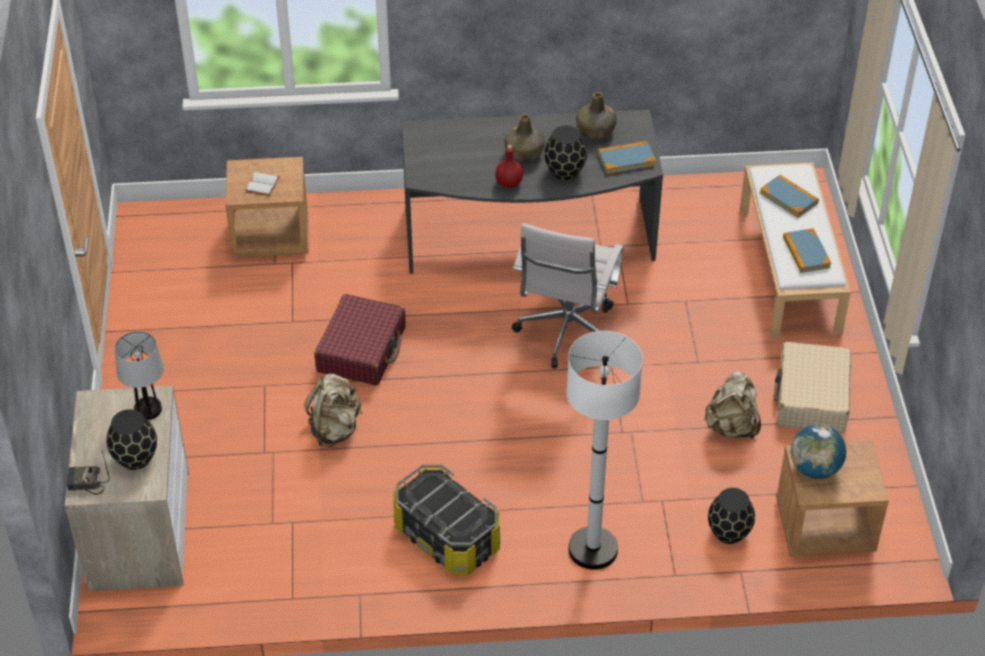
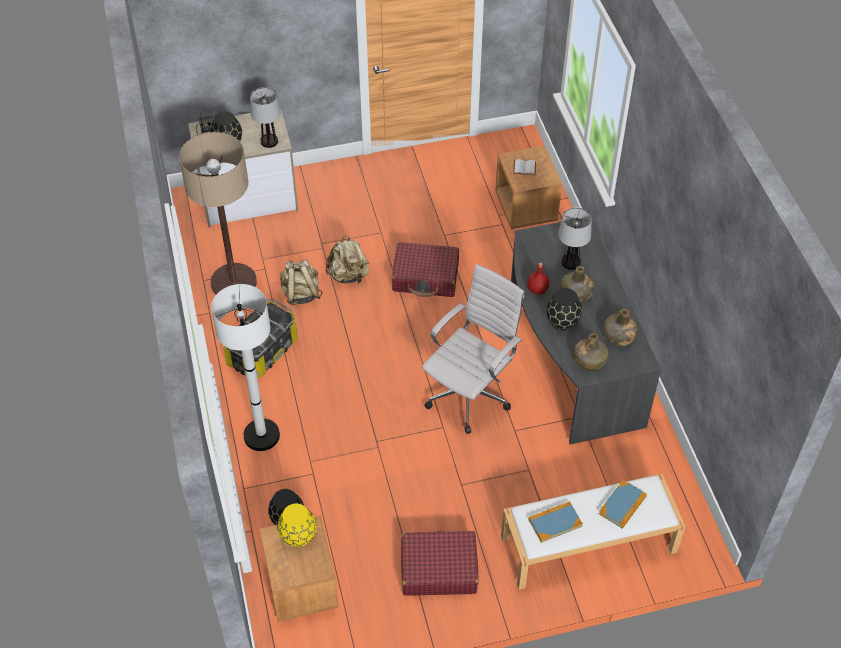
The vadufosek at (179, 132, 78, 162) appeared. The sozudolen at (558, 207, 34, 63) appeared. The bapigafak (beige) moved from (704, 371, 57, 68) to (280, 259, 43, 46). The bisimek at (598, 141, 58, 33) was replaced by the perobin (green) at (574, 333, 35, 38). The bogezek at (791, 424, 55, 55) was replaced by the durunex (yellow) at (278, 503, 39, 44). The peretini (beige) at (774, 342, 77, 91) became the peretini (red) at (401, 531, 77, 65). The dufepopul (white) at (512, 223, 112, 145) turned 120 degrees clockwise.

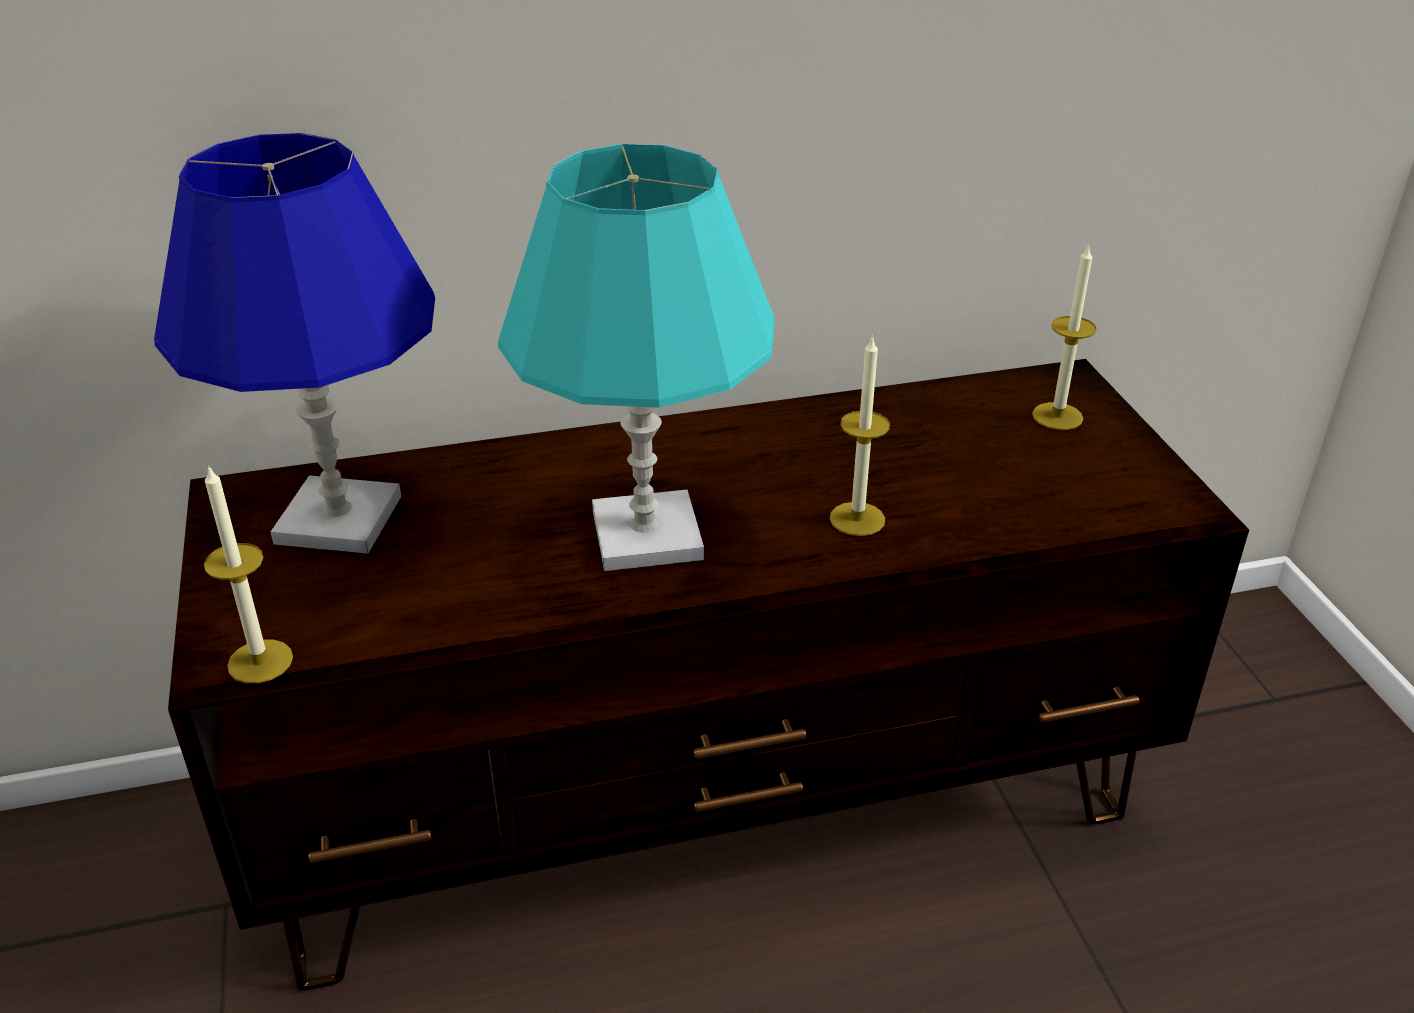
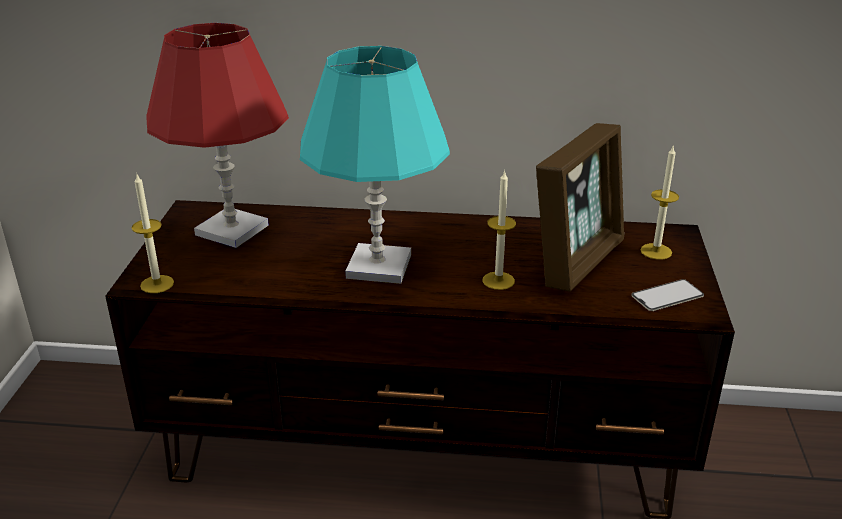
The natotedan at (536, 123, 88, 169) appeared. The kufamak at (631, 279, 73, 32) appeared. The sozudolen (blue) at (154, 133, 281, 421) became the sozudolen (red) at (146, 23, 143, 225).

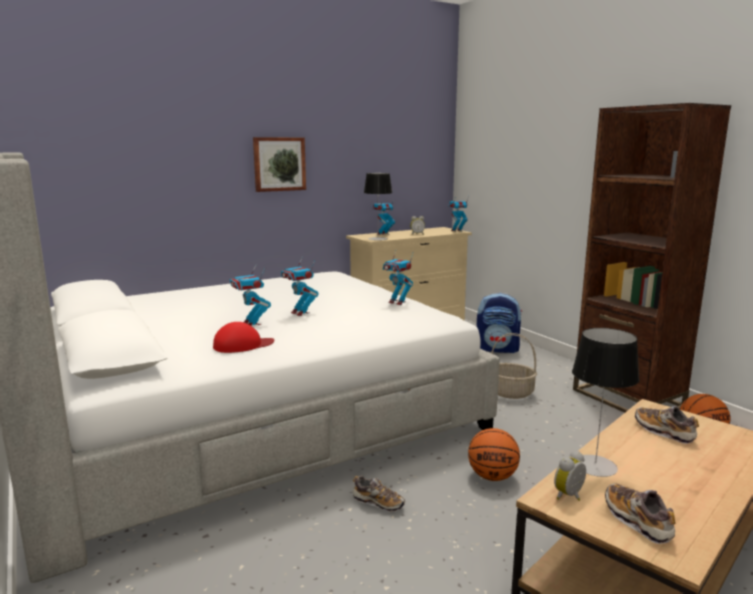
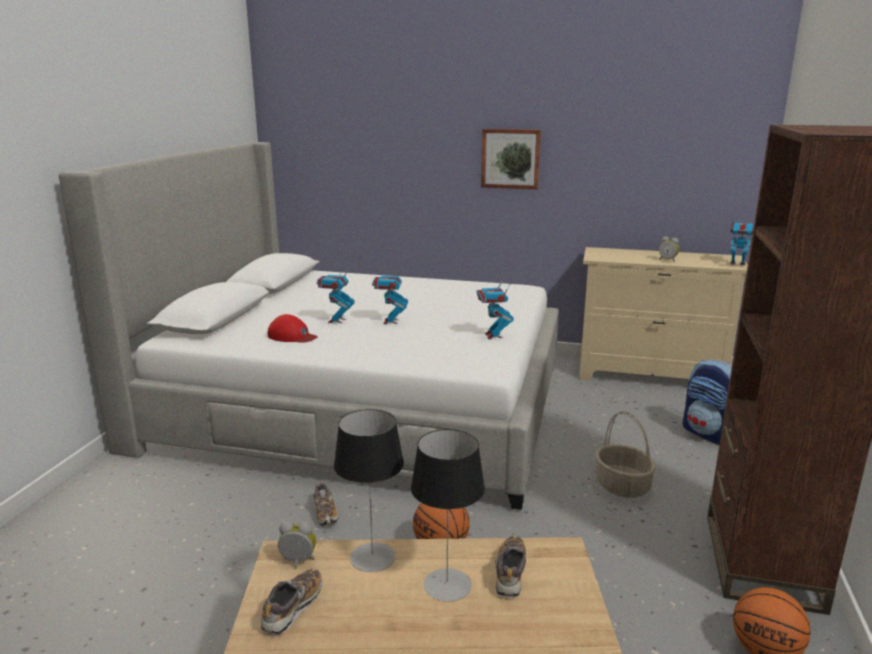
The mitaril at (372, 197, 23, 38) disappeared. The sozudolen moved from (364, 173, 28, 67) to (411, 429, 74, 173).

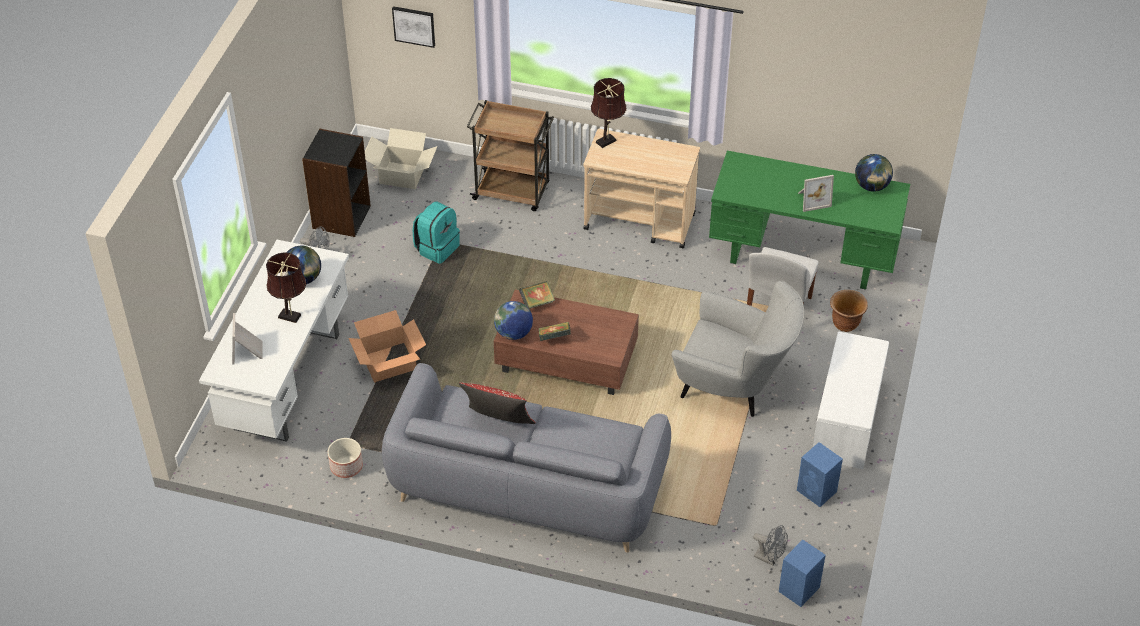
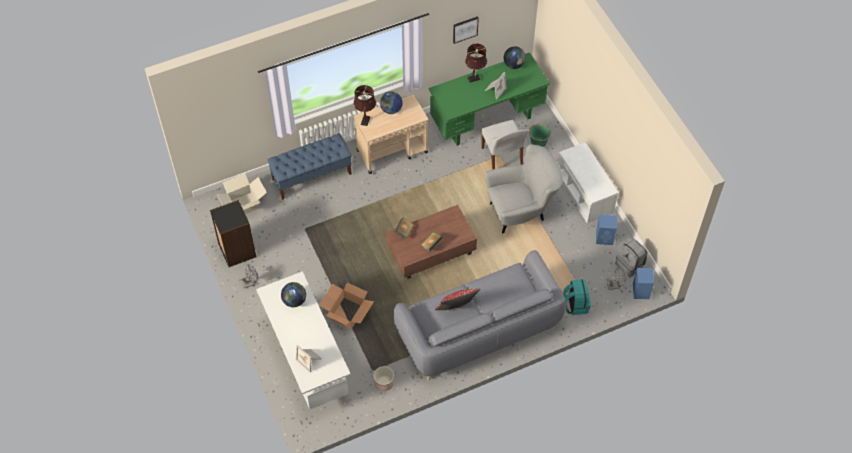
The bapigafak (grey) at (615, 239, 32, 38) appeared. The sozudolen (brown) moved from (266, 252, 40, 71) to (465, 43, 22, 40). The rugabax moved from (392, 6, 43, 42) to (453, 16, 26, 28). The bapigafak (turquoise) moved from (413, 201, 47, 63) to (563, 279, 28, 36). The bogezek moved from (494, 301, 39, 39) to (380, 91, 23, 23). The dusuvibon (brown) at (467, 100, 87, 111) was replaced by the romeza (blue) at (267, 133, 85, 67). The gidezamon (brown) at (830, 290, 38, 42) became the gidezamon (green) at (529, 124, 22, 23).

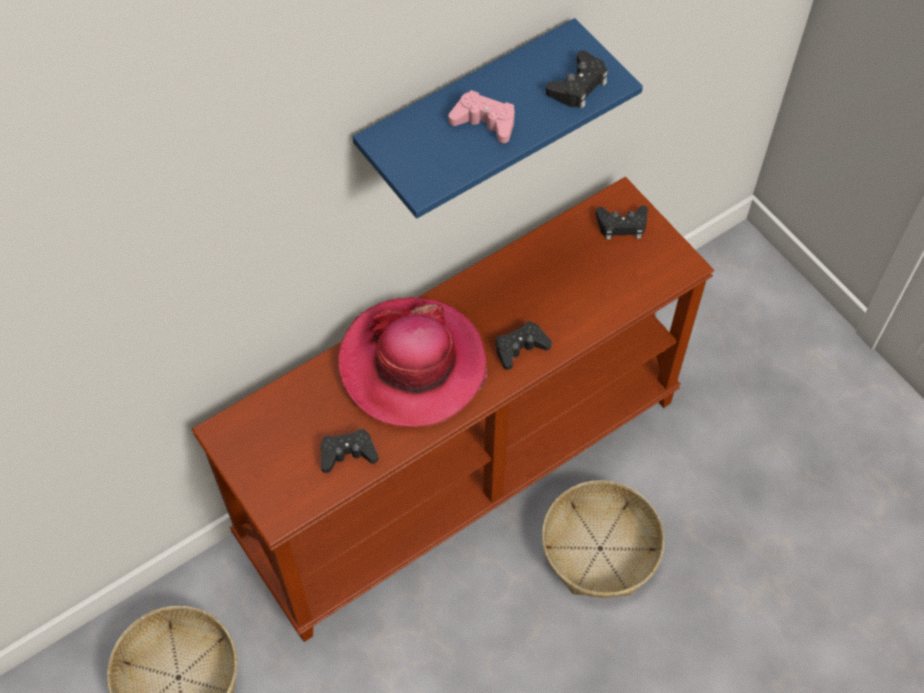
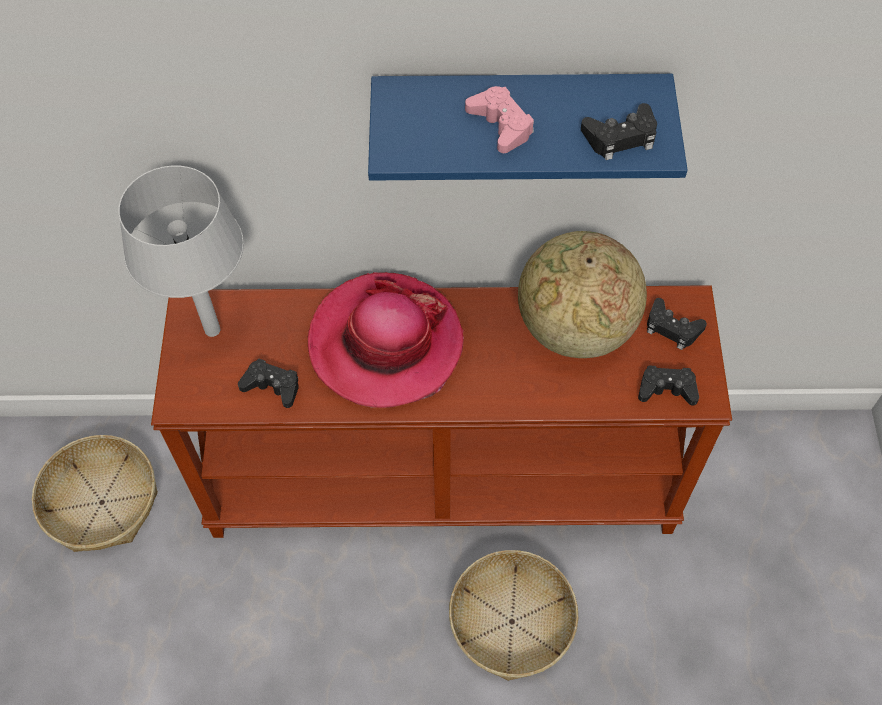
The sozudolen (grey) at (118, 166, 126, 171) appeared. The bogezek at (518, 231, 129, 127) appeared. The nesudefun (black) moved from (496, 321, 56, 49) to (638, 365, 61, 40).

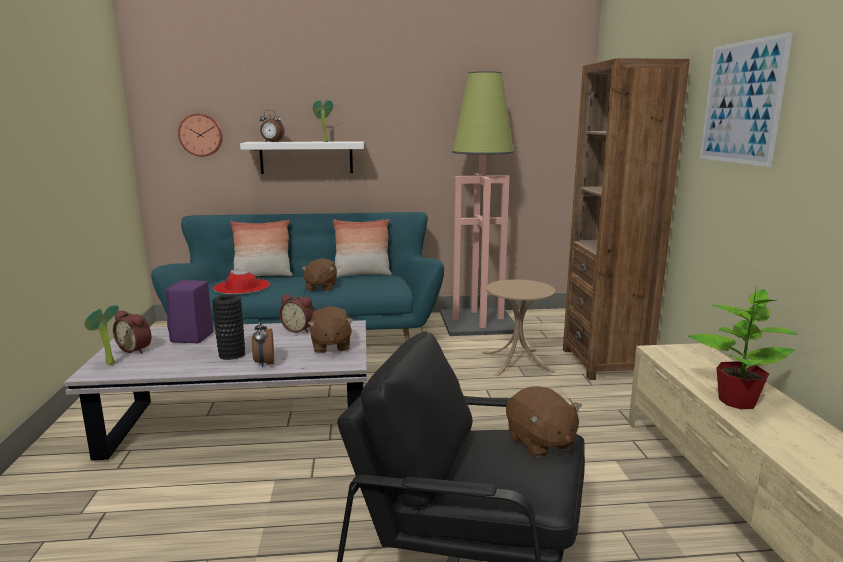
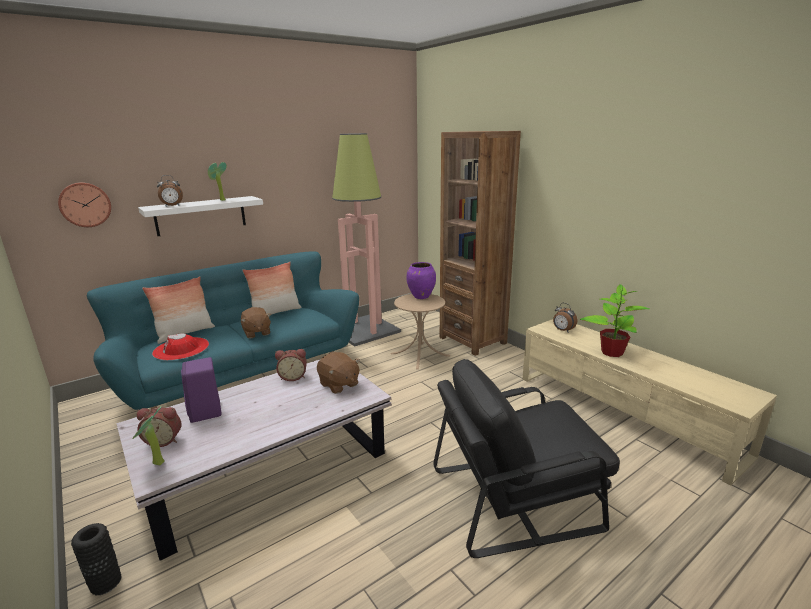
The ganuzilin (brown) at (506, 386, 76, 72) disappeared. The rugabax at (700, 32, 93, 135) disappeared. The durunex (purple) at (406, 262, 30, 37) appeared. The durunex (black) moved from (212, 294, 33, 66) to (71, 523, 50, 72). The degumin moved from (252, 317, 22, 51) to (553, 303, 24, 29).

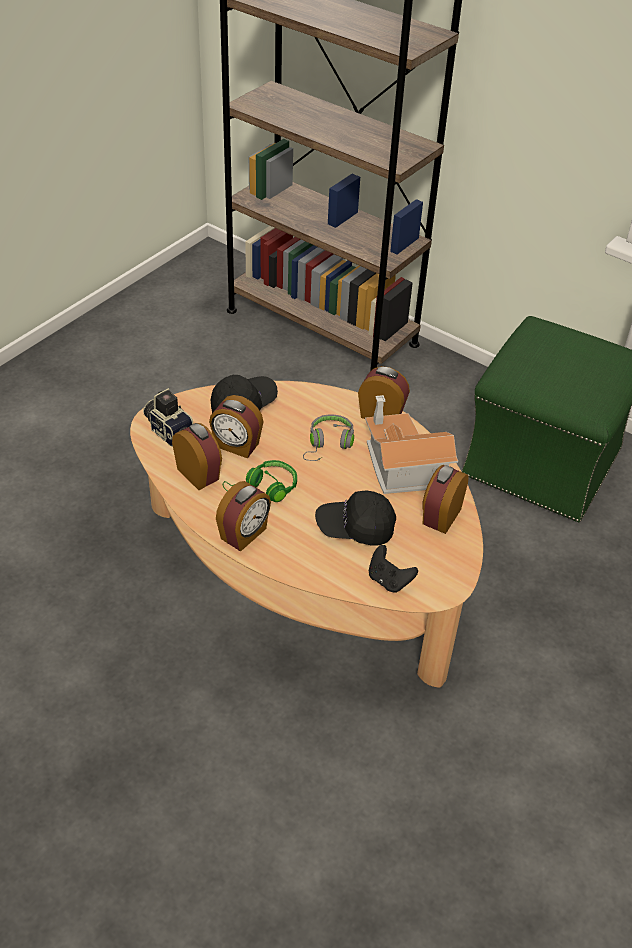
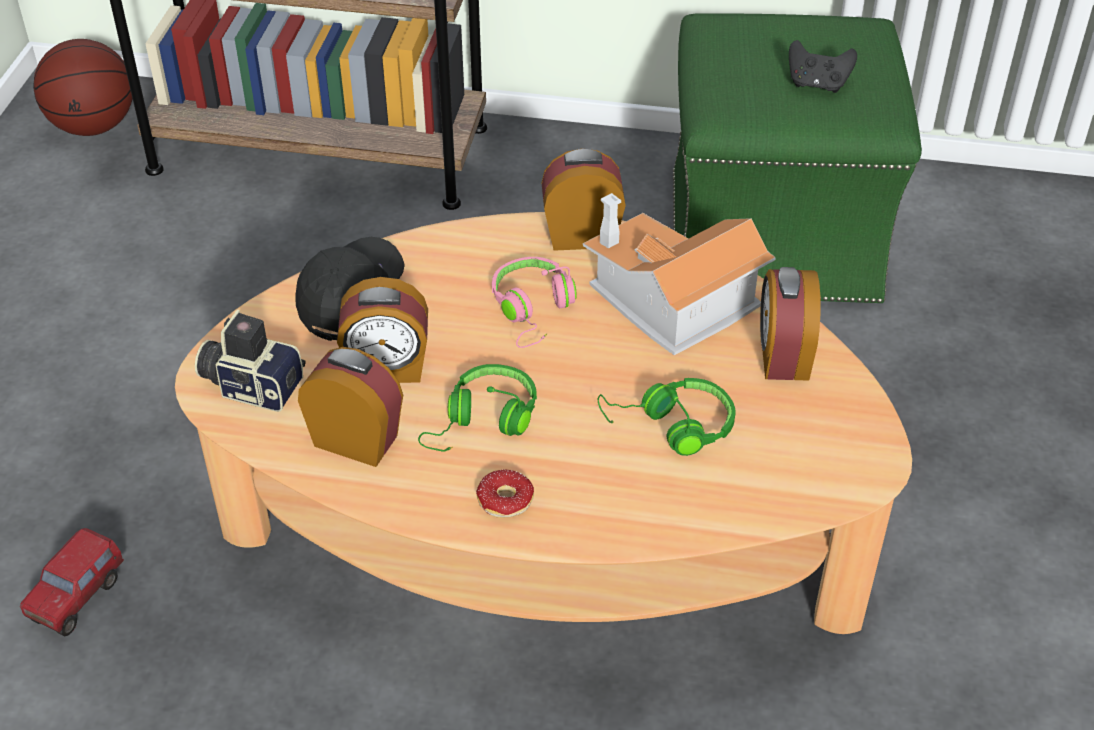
The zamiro at (20, 528, 104, 109) appeared. The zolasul at (33, 39, 99, 97) appeared. The nesudefun (black) moved from (369, 545, 49, 48) to (789, 40, 68, 53). The degumin at (216, 481, 55, 71) was replaced by the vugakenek at (476, 470, 58, 48). The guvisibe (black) at (315, 490, 81, 56) was replaced by the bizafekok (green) at (598, 378, 138, 78). The bizafekok (grey) at (303, 415, 51, 46) became the bizafekok (pink) at (492, 257, 85, 91).

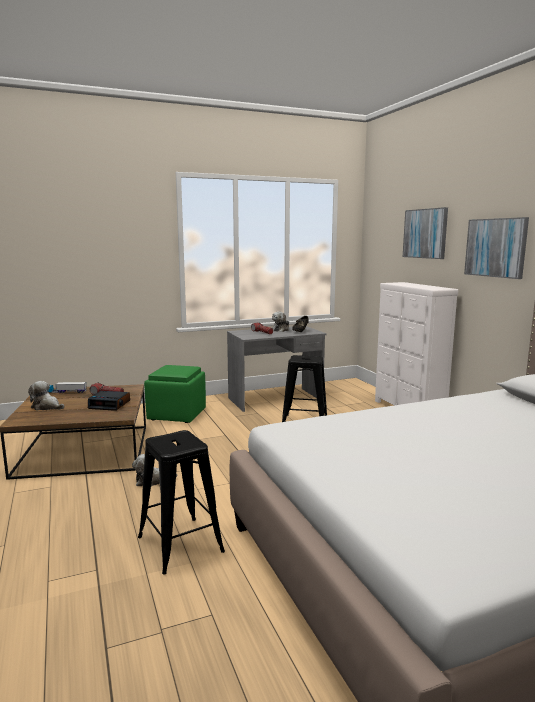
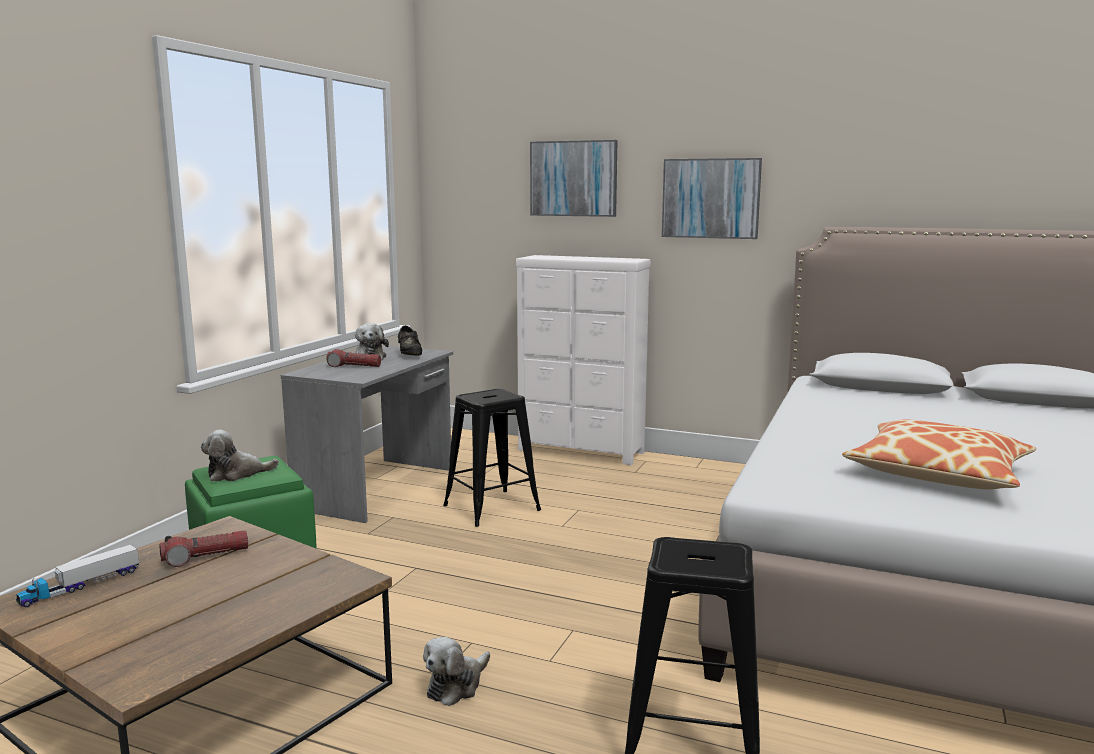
The degumin at (88, 391, 42, 20) disappeared. The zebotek at (842, 420, 194, 69) appeared. The ganuzilin moved from (28, 381, 36, 29) to (201, 430, 78, 52).

